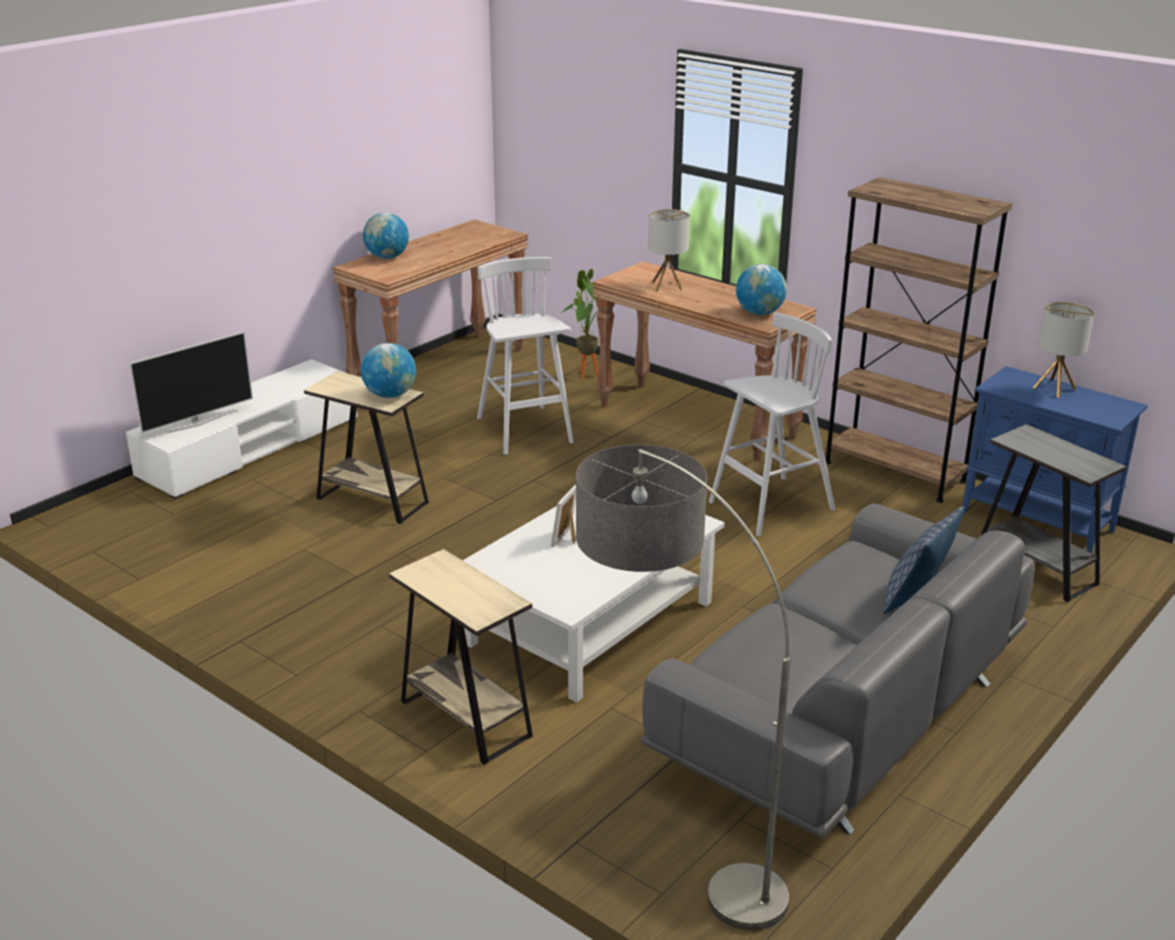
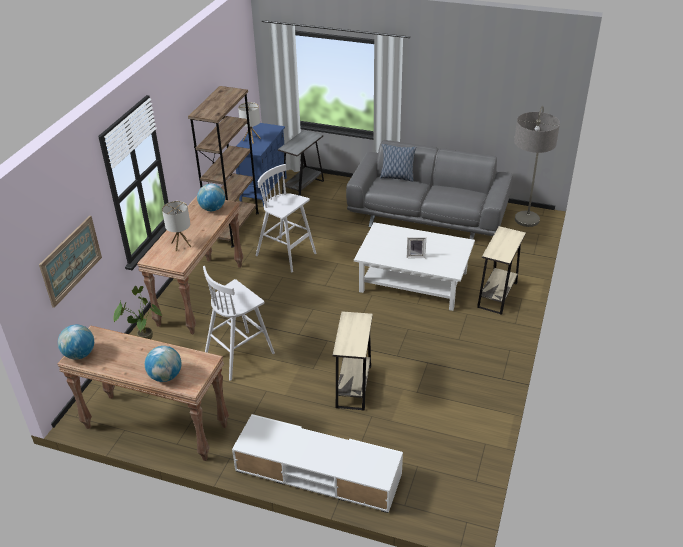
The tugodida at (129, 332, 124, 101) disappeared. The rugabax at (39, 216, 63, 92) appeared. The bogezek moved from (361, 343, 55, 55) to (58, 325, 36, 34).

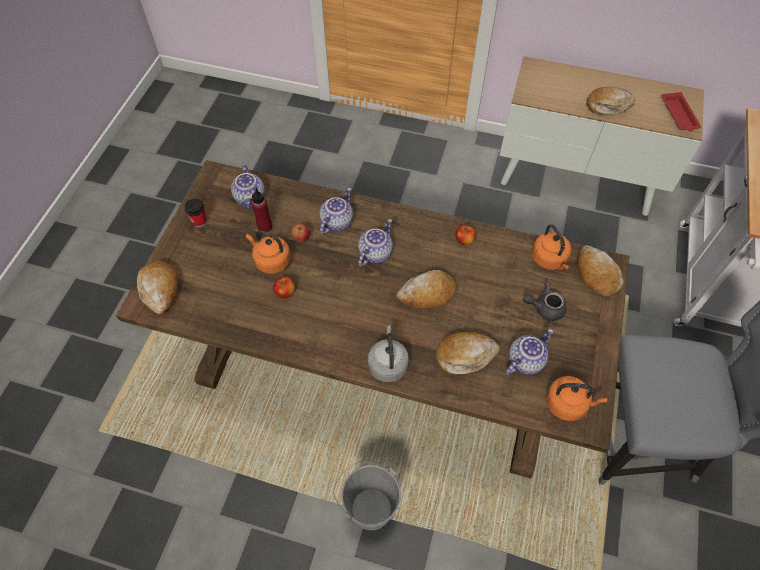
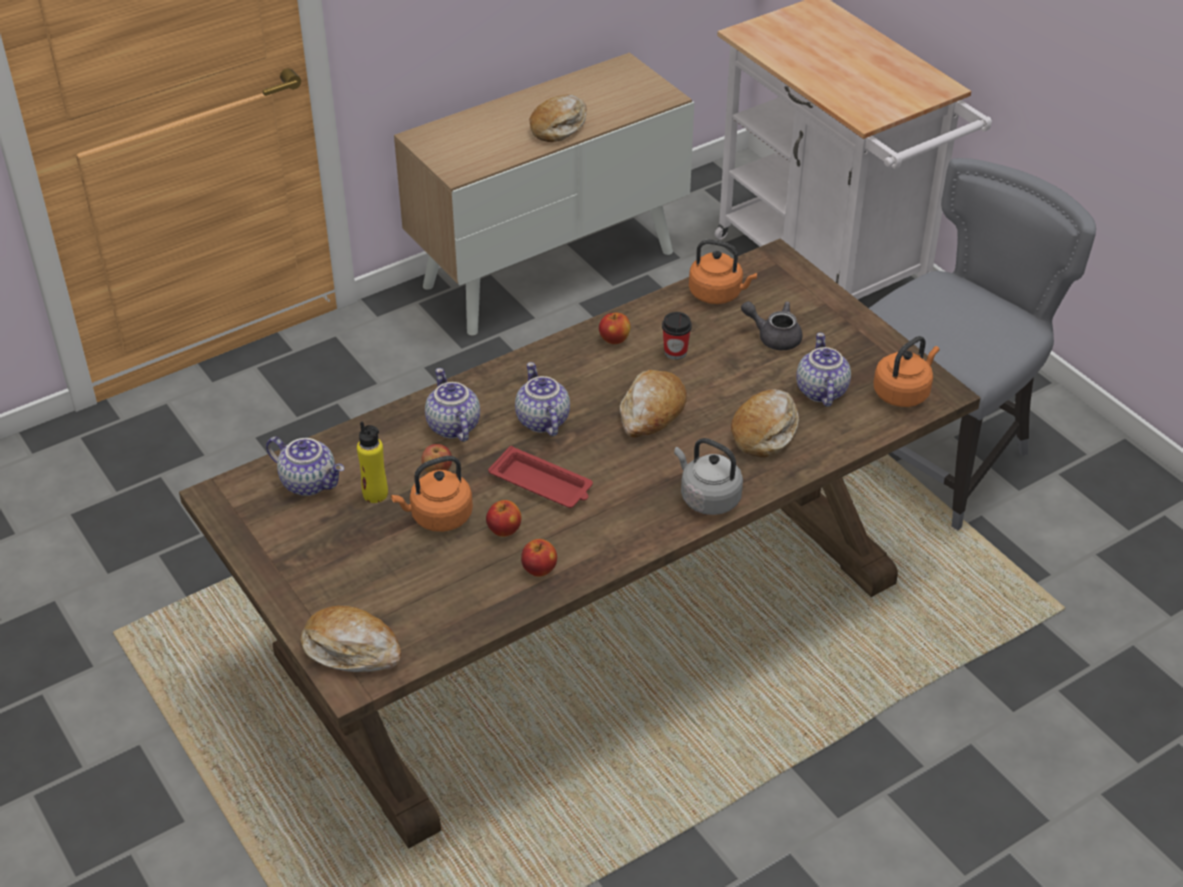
The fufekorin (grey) at (333, 459, 68, 71) disappeared. The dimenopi at (577, 245, 47, 51) disappeared. The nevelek at (521, 539, 36, 38) appeared. The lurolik moved from (185, 199, 22, 29) to (662, 312, 30, 48). The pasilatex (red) moved from (661, 92, 40, 40) to (488, 446, 105, 62). The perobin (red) at (251, 187, 21, 45) became the perobin (yellow) at (357, 421, 31, 82). The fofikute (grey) at (523, 282, 44, 39) turned 75 degrees clockwise.

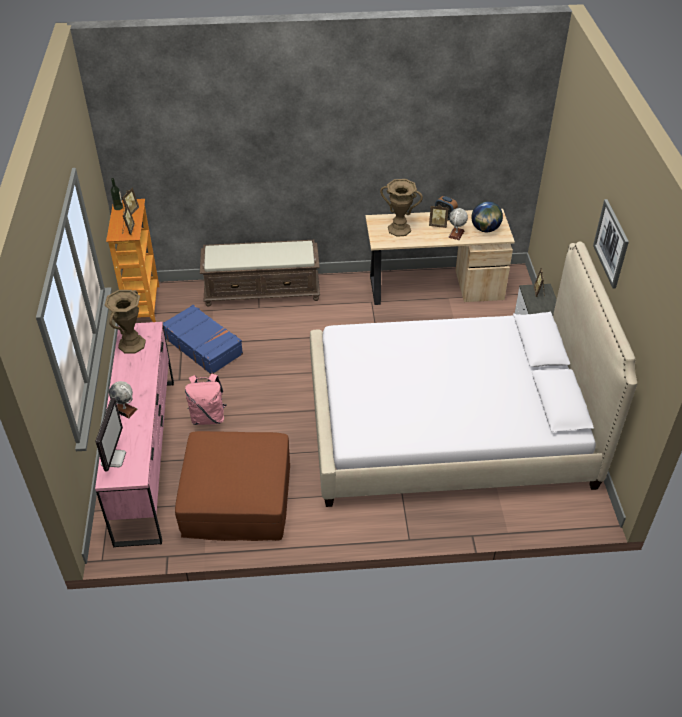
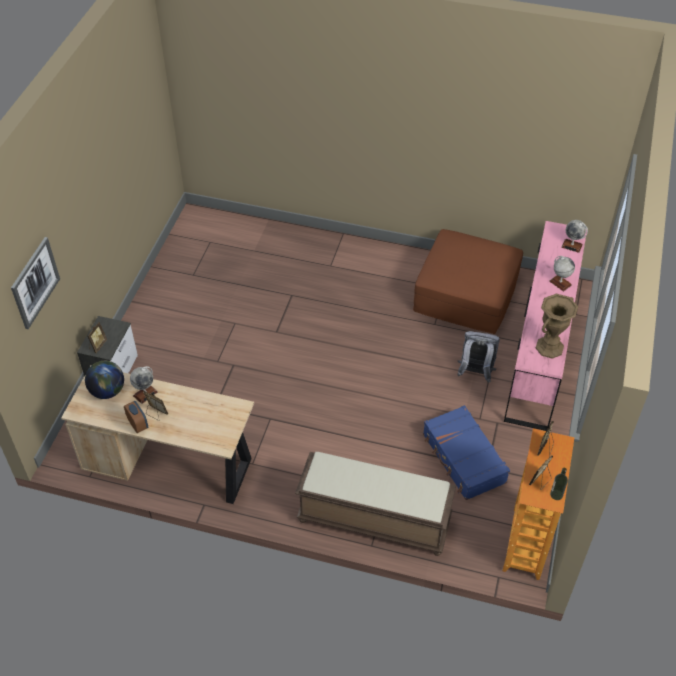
The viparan at (310, 242, 327, 265) disappeared. The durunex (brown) at (380, 179, 43, 58) disappeared. The rugabax moved from (593, 199, 36, 90) to (11, 237, 49, 92). The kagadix at (95, 397, 31, 74) was replaced by the bogezek at (561, 220, 27, 33). The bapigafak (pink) at (185, 374, 42, 51) became the bapigafak (grey) at (457, 331, 43, 52).

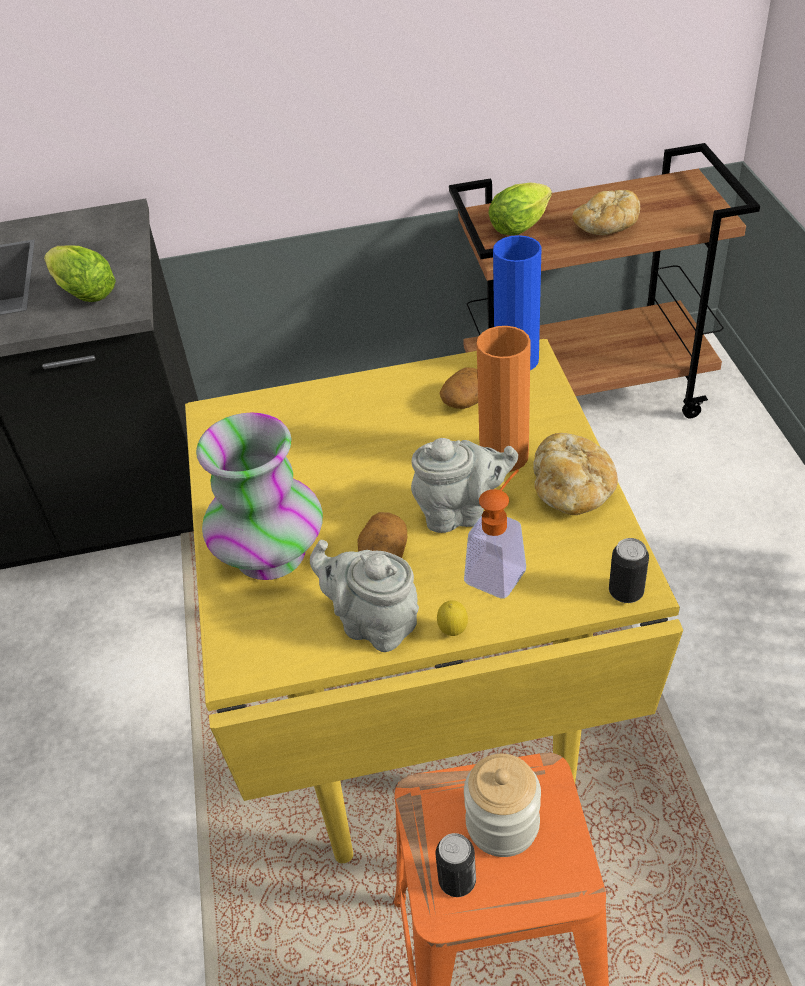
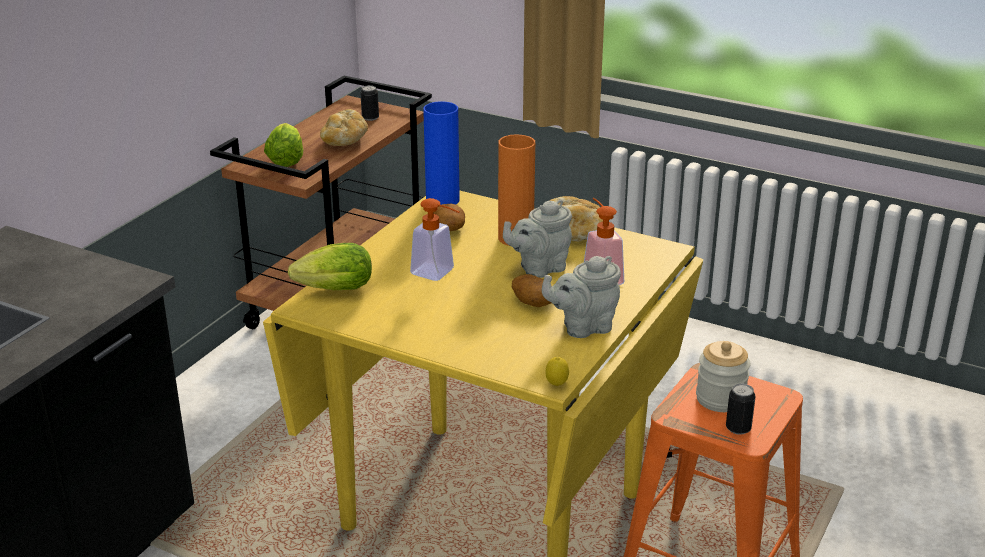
The durunex at (196, 412, 127, 168) disappeared. The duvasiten at (410, 198, 49, 83) appeared. The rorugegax moved from (44, 245, 72, 57) to (288, 243, 84, 47). The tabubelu moved from (437, 600, 31, 36) to (546, 357, 23, 29). The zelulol moved from (609, 538, 40, 65) to (360, 85, 19, 36). The fofikute (grey) at (411, 438, 107, 95) turned 150 degrees counterclockwise.

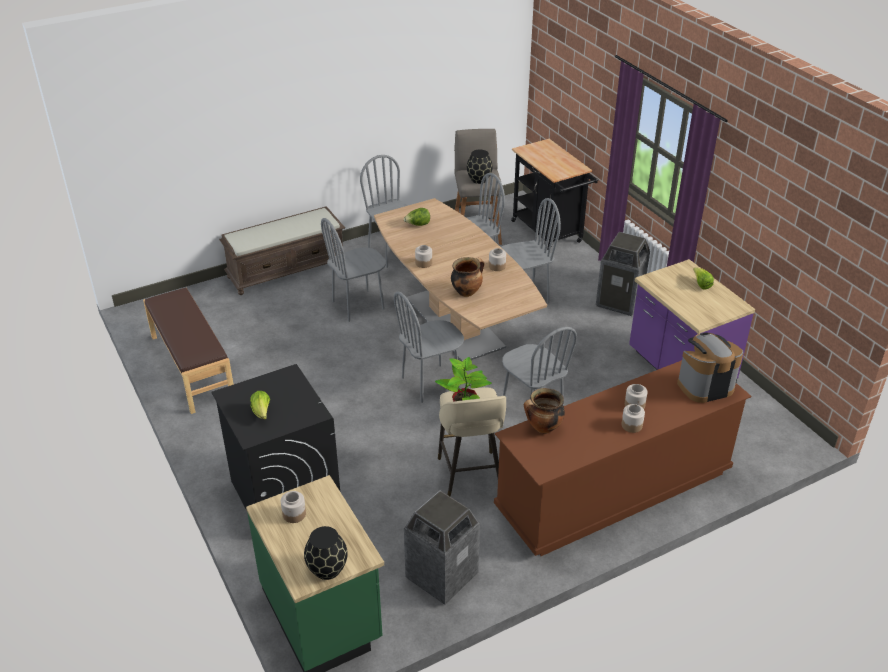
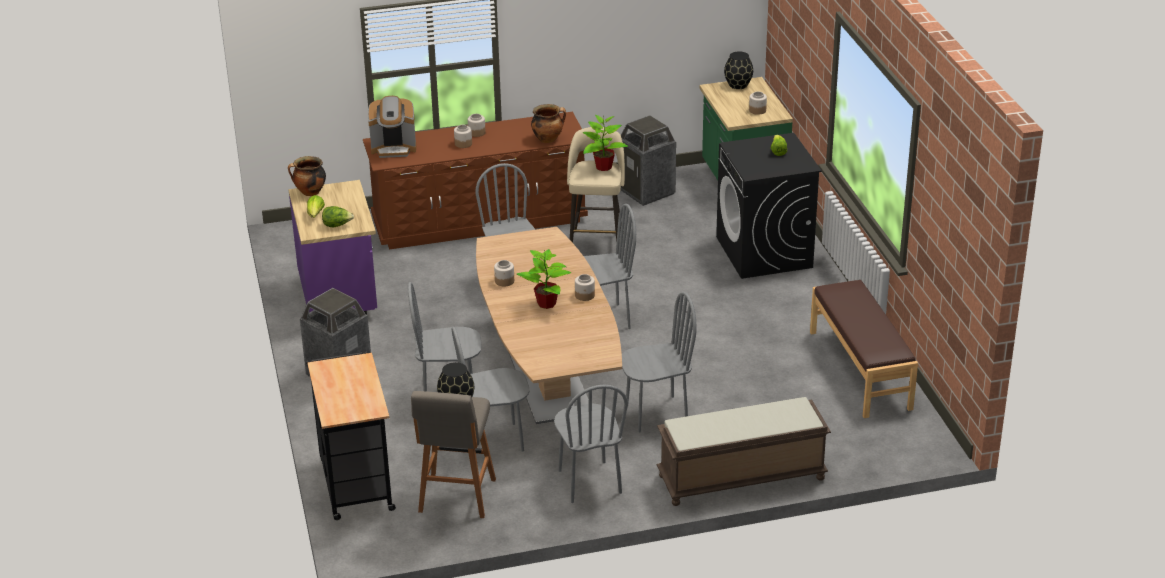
The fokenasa at (517, 248, 54, 61) appeared. The rorugegax moved from (404, 208, 26, 18) to (322, 206, 32, 21). The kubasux moved from (451, 257, 33, 40) to (288, 156, 38, 40).

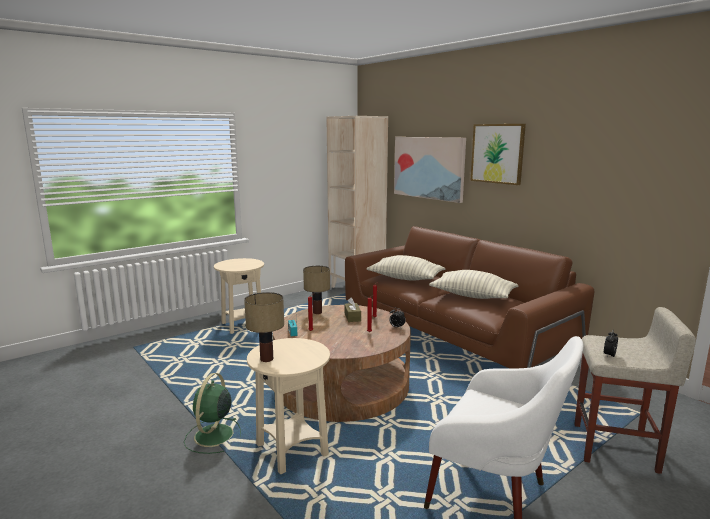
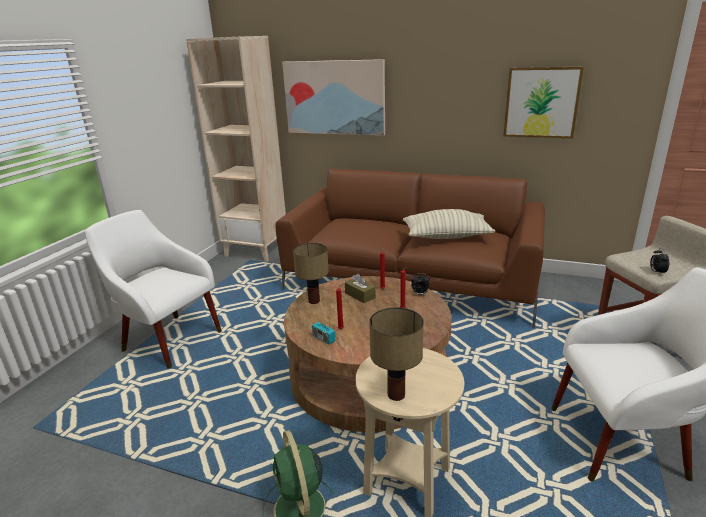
The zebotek at (366, 255, 80, 26) disappeared. The rugabax moved from (470, 124, 56, 61) to (504, 67, 80, 71). The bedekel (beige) at (214, 258, 50, 76) was replaced by the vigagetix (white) at (85, 210, 137, 159).

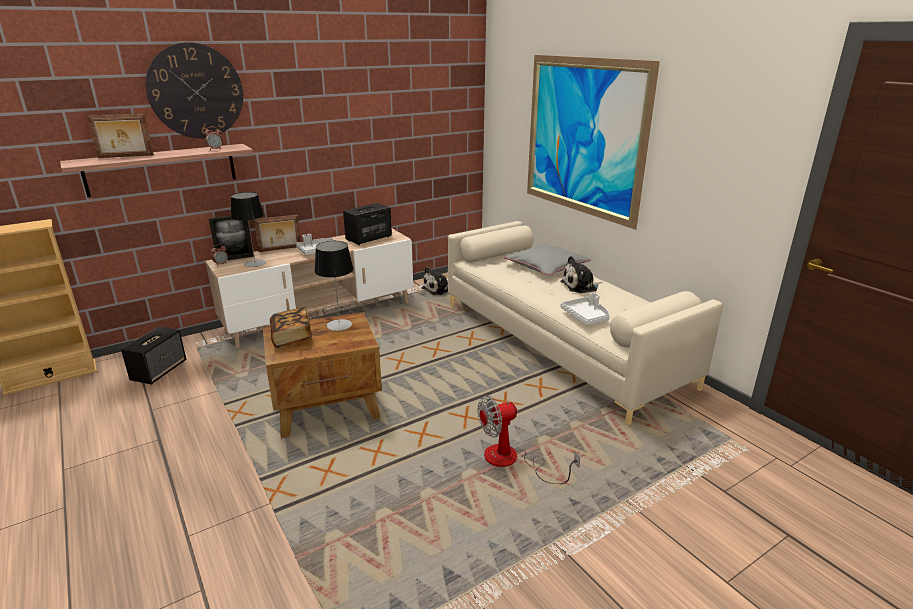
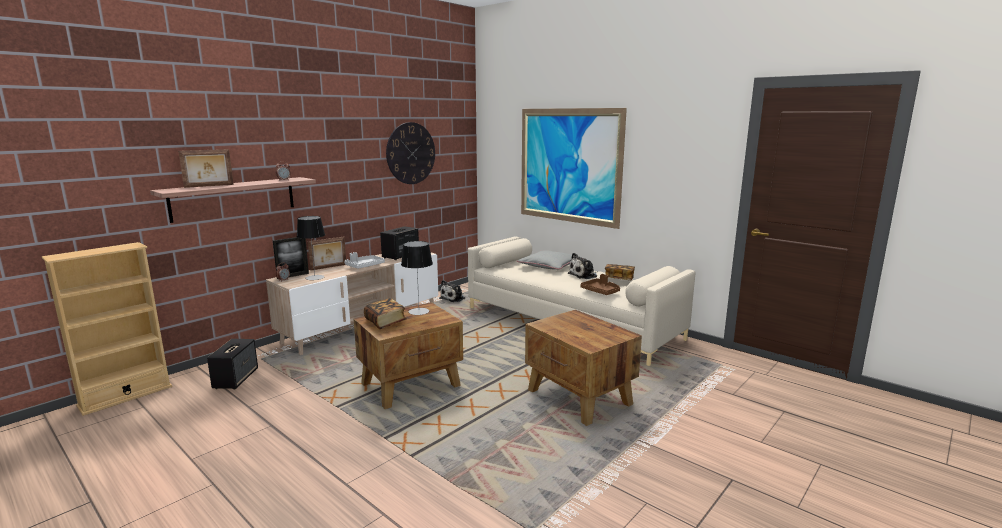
The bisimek at (605, 264, 30, 16) appeared. The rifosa moved from (145, 42, 98, 96) to (386, 122, 49, 62). The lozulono at (478, 395, 102, 89) was replaced by the bedekel (brown) at (525, 309, 117, 117). The pasilatex (white) at (561, 292, 49, 33) became the pasilatex (brown) at (580, 274, 40, 21).

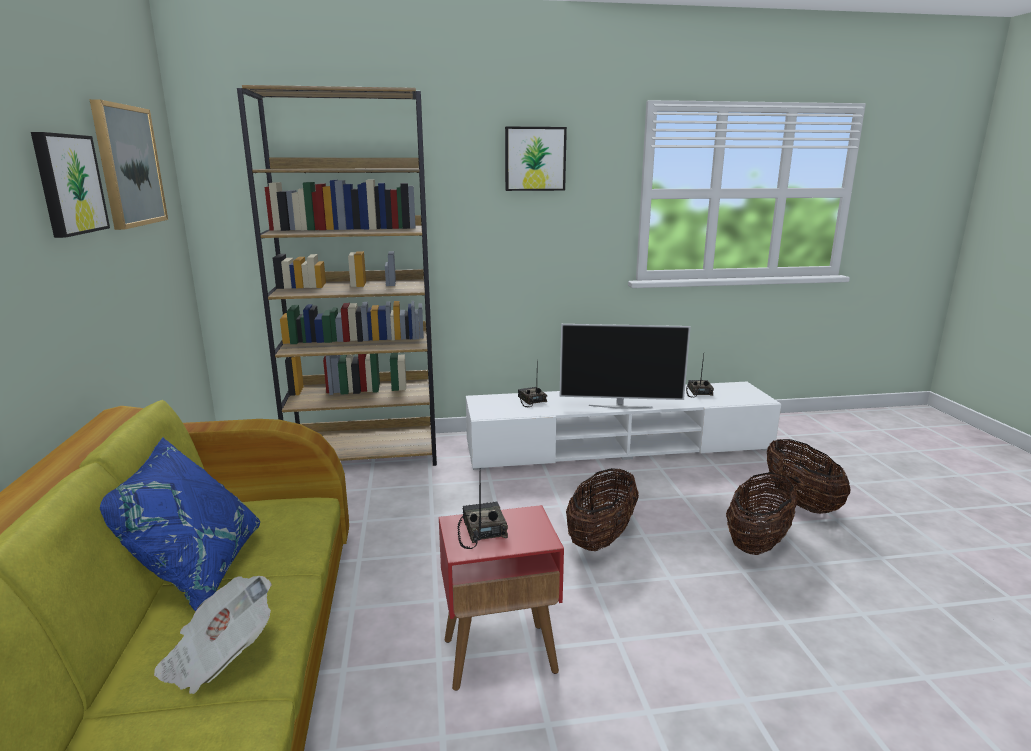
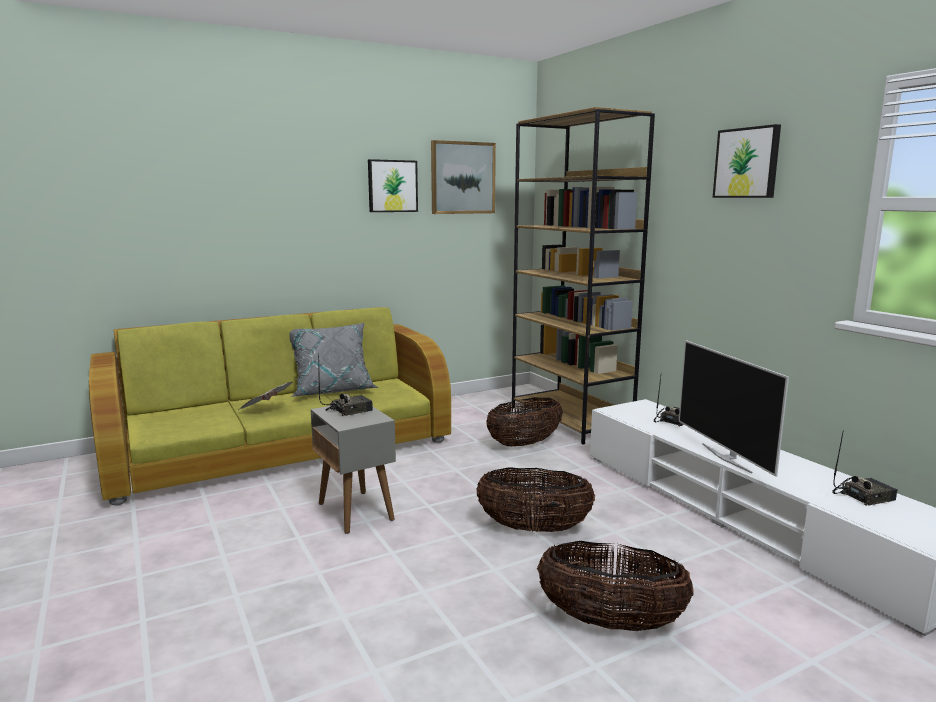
The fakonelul moved from (767, 439, 84, 75) to (486, 398, 77, 48). The zebotek (blue) at (100, 437, 160, 174) became the zebotek (grey) at (289, 323, 89, 74). The bedekel (red) at (439, 505, 125, 186) became the bedekel (grey) at (311, 405, 85, 129).

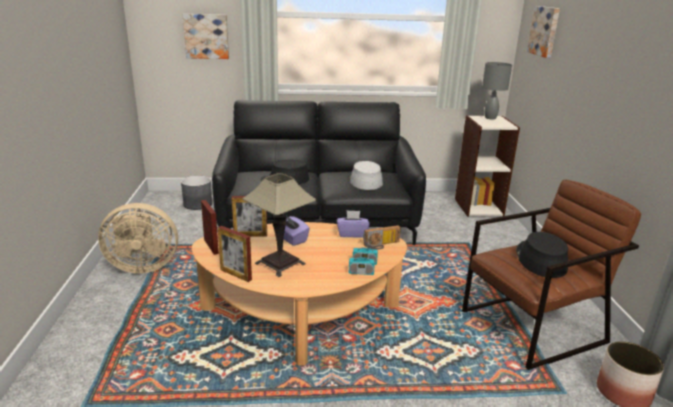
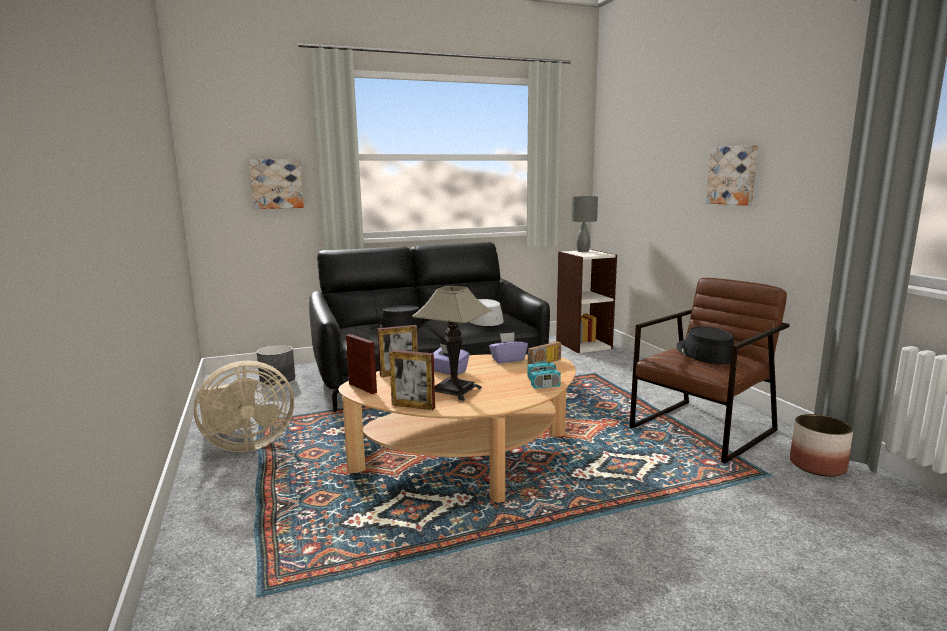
The rugabax moved from (527, 6, 33, 52) to (706, 145, 52, 61).

